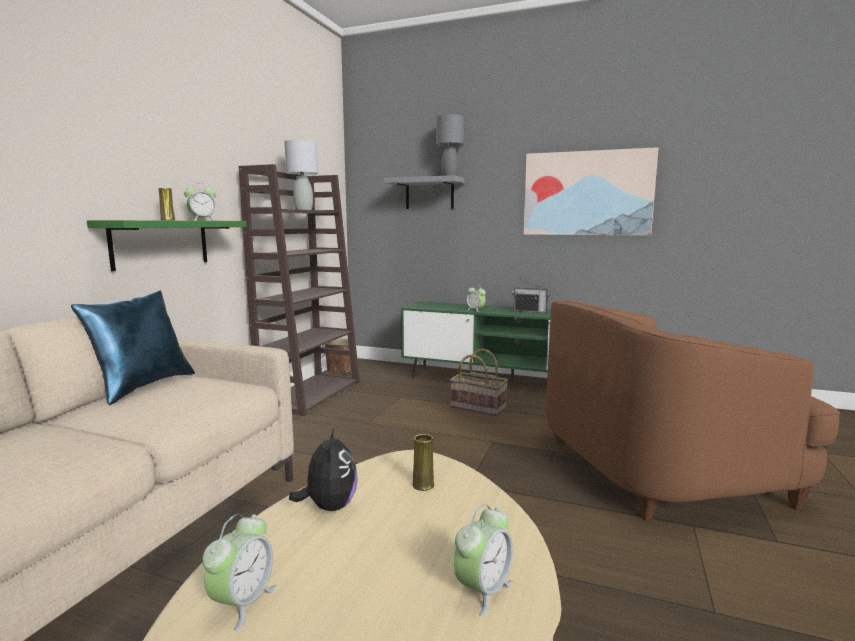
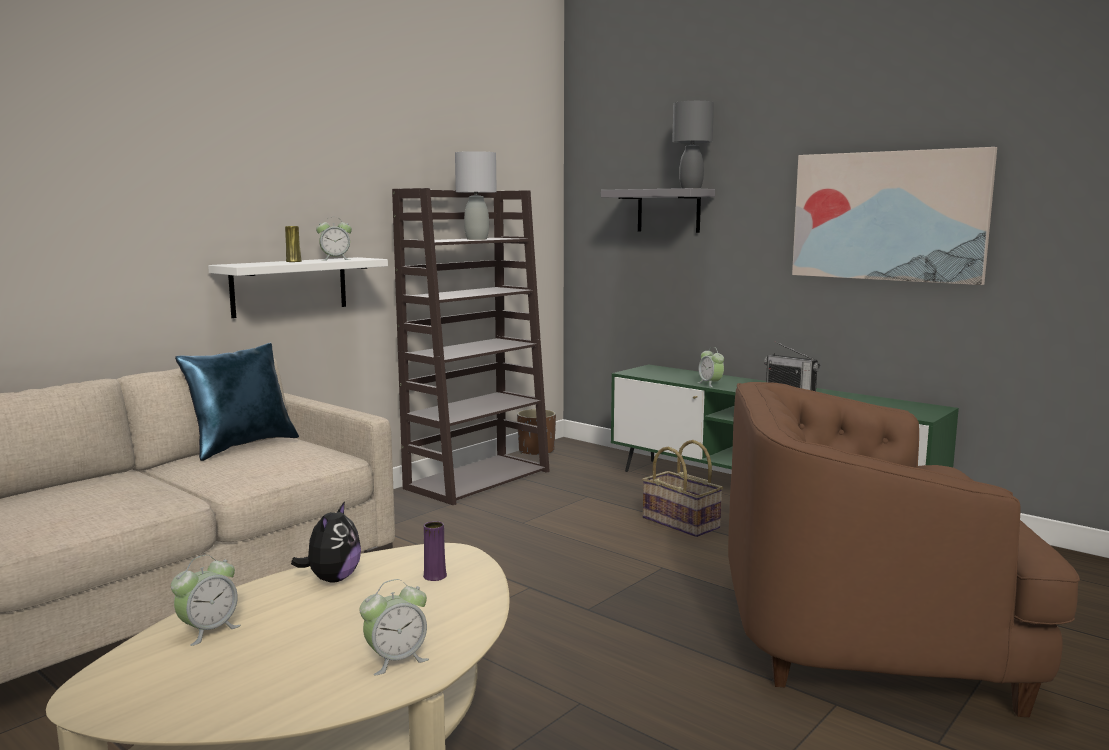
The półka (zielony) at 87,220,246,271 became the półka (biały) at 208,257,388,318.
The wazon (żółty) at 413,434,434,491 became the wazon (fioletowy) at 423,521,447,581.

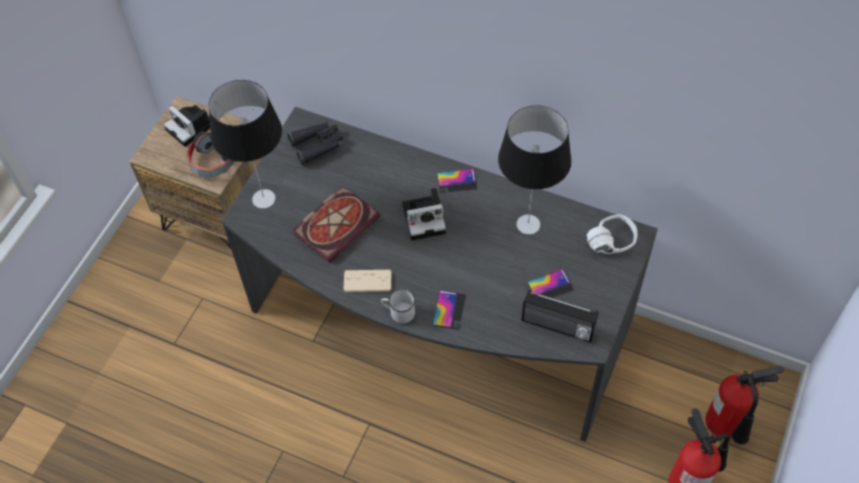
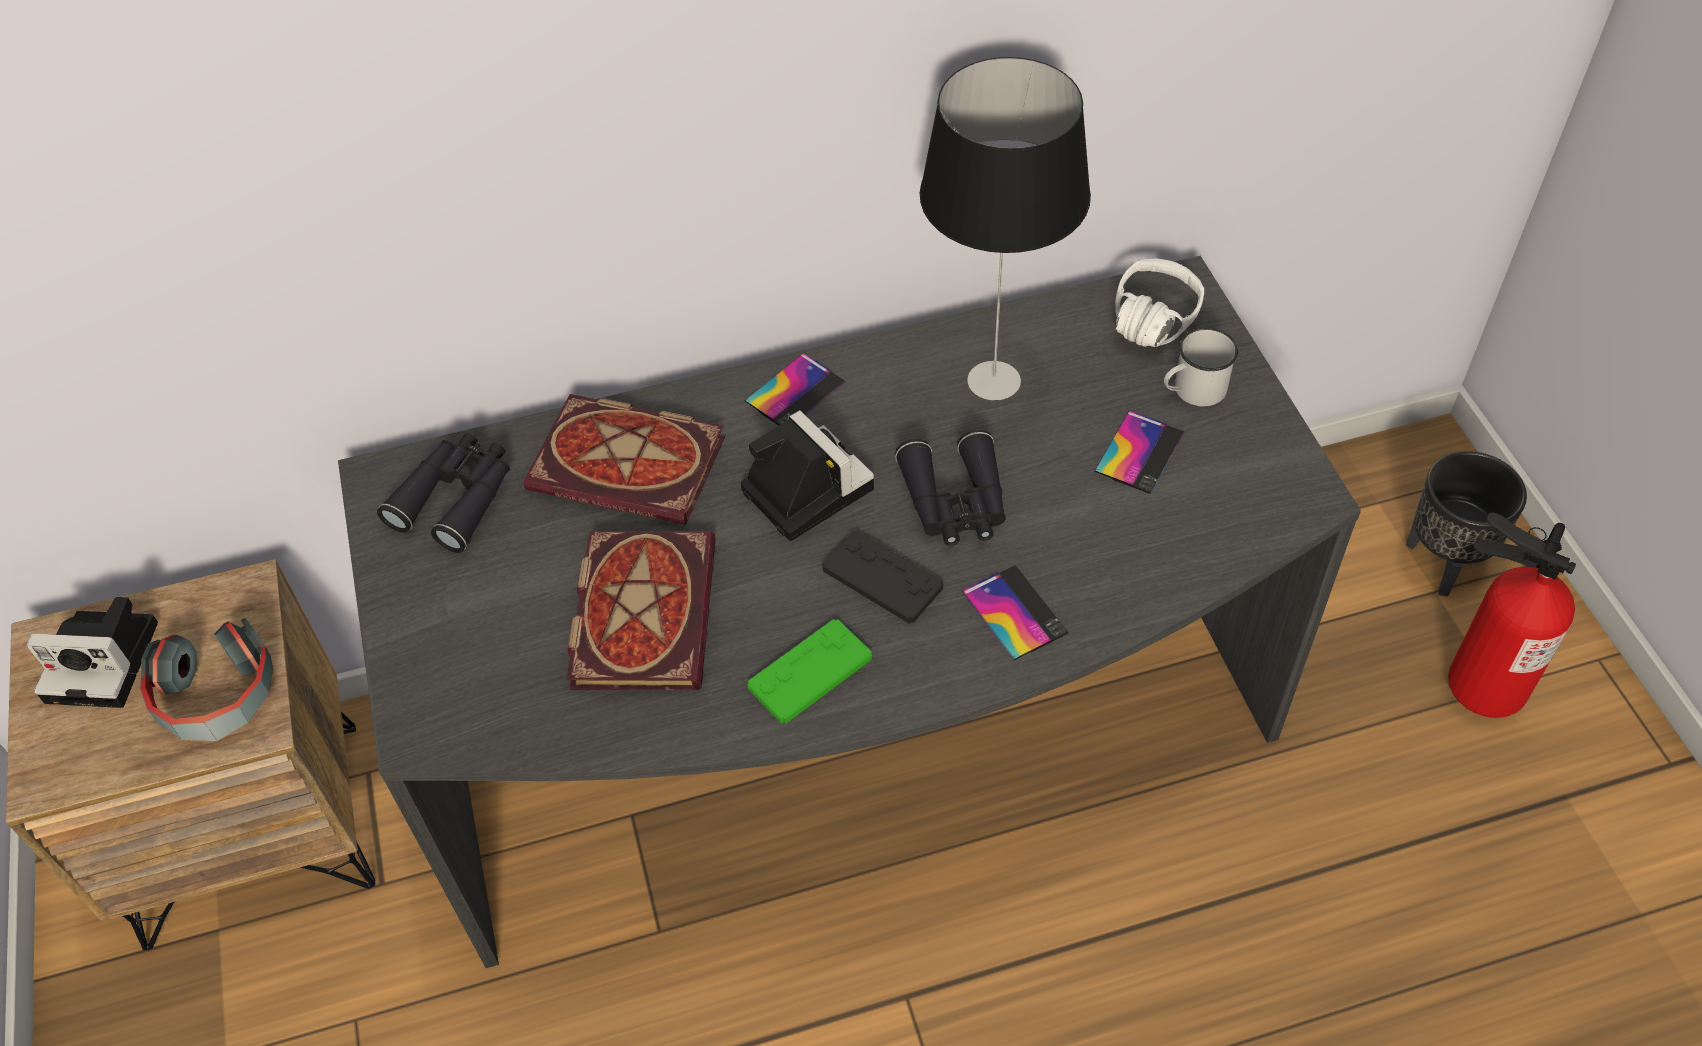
The lampa stołowa at 209,80,282,208 disappeared.
The pad do gier (beżowy) at 343,270,391,292 became the pad do gier (zielony) at 747,619,872,724.
The kubek (biały) moved from 381,289,415,324 to 1164,328,1238,407.
The aparat fotograficzny at 402,188,446,240 turned 75 degrees counterclockwise.
The radio at 522,290,599,343 disappeared.
The gaśnica at 705,366,784,445 was replaced by the donica (czarny) at 1406,451,1527,596.
The książka at 524,394,725,525 appeared.
The pad do gier (czarny) at 822,531,943,623 appeared.
The lornetka (czarny) at 895,429,1006,546 appeared.

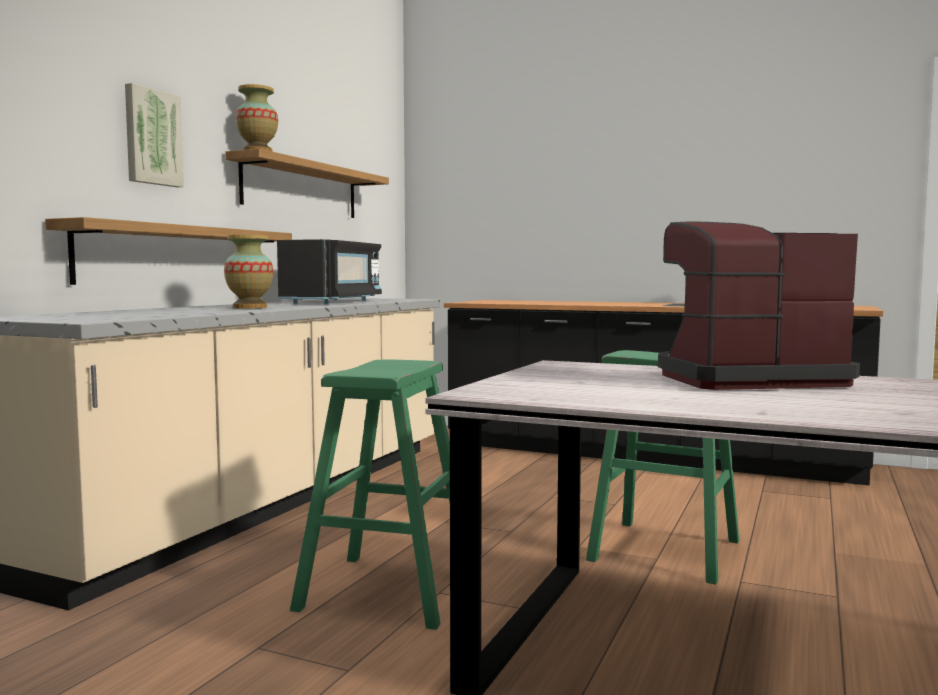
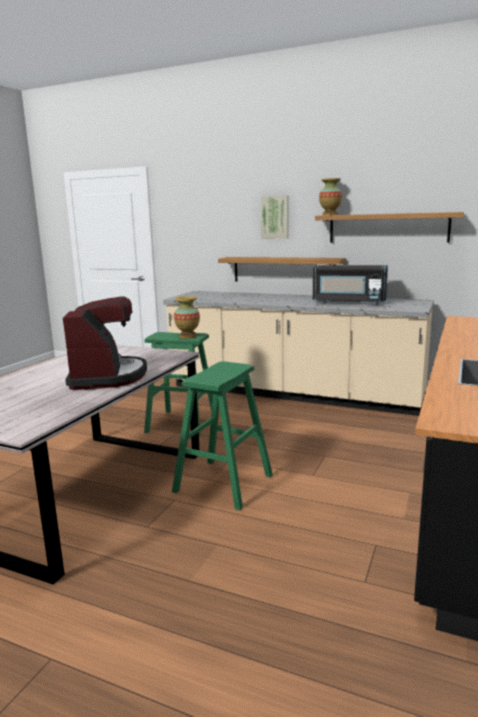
The wazon moved from 224,235,273,309 to 174,296,200,338.

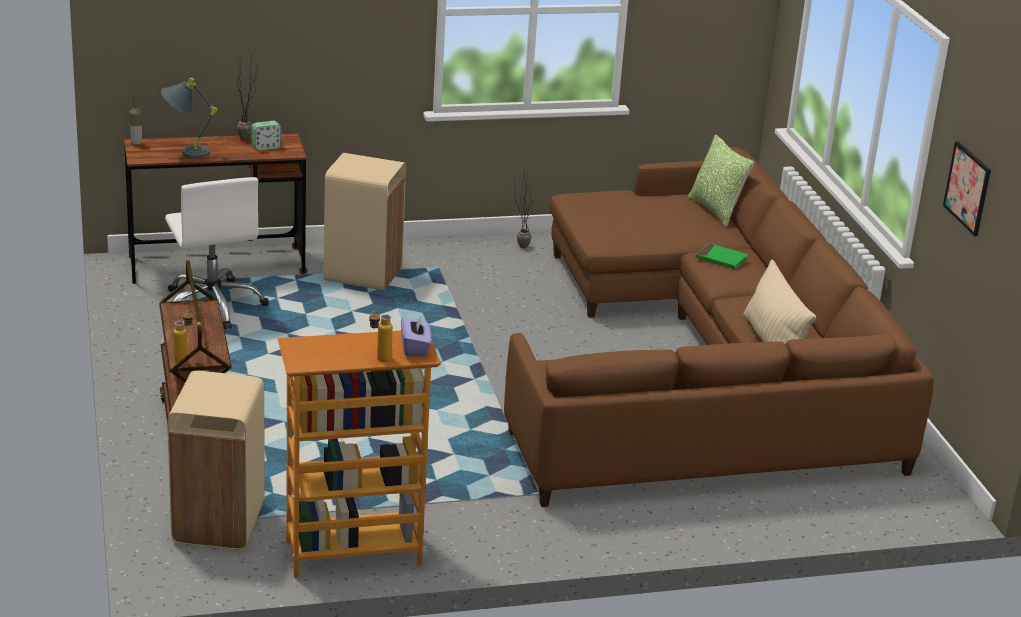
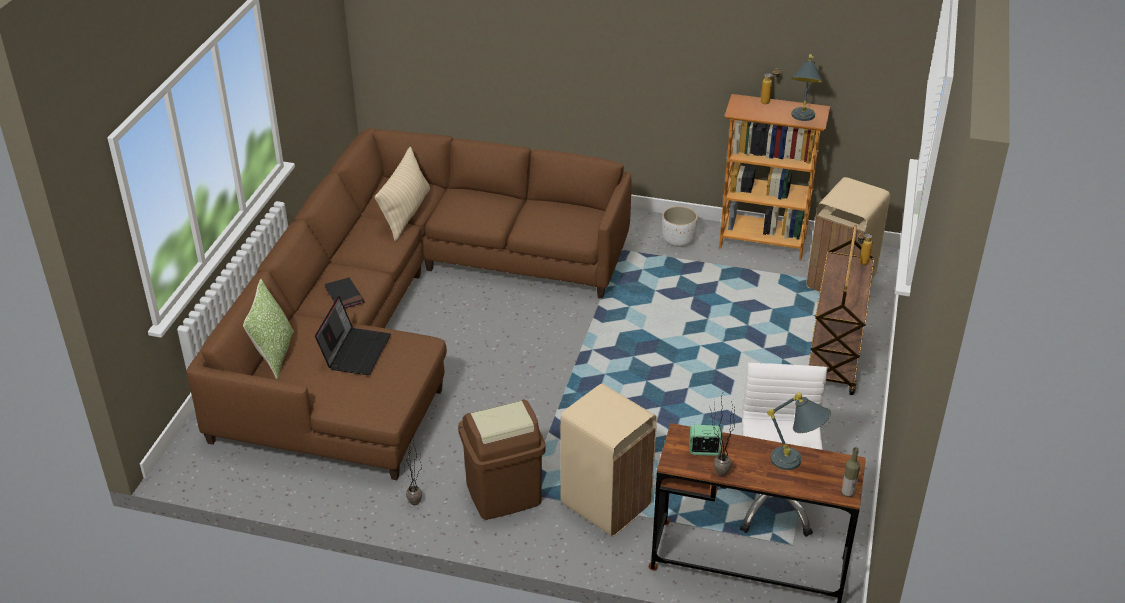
The pudełko chusteczek (fioletowy) at 401,313,431,356 disappeared.
The książka (zielony) at 695,243,748,269 became the książka (czarny) at 325,278,364,308.
The obraz at 943,141,991,236 disappeared.
The laptop at 315,296,391,375 appeared.
The kosz na śmieci (brązowy) at 458,400,546,520 appeared.
The donica (biały) at 662,206,698,247 appeared.
The lampa stołowa (szary) at 791,54,823,121 appeared.

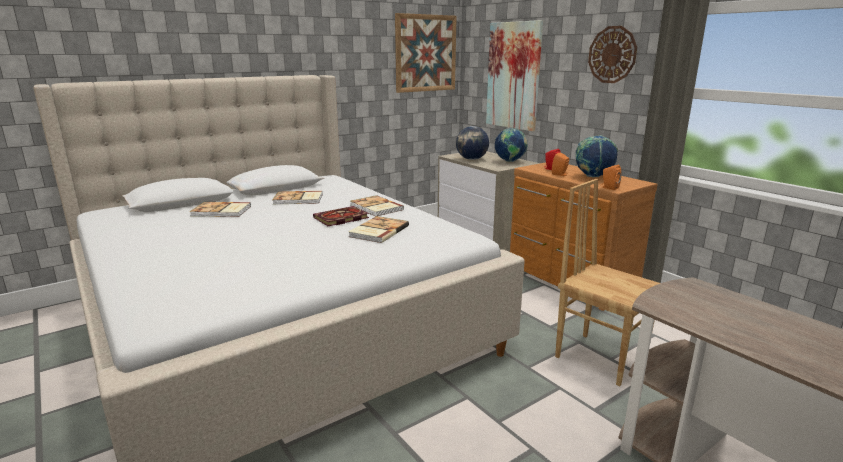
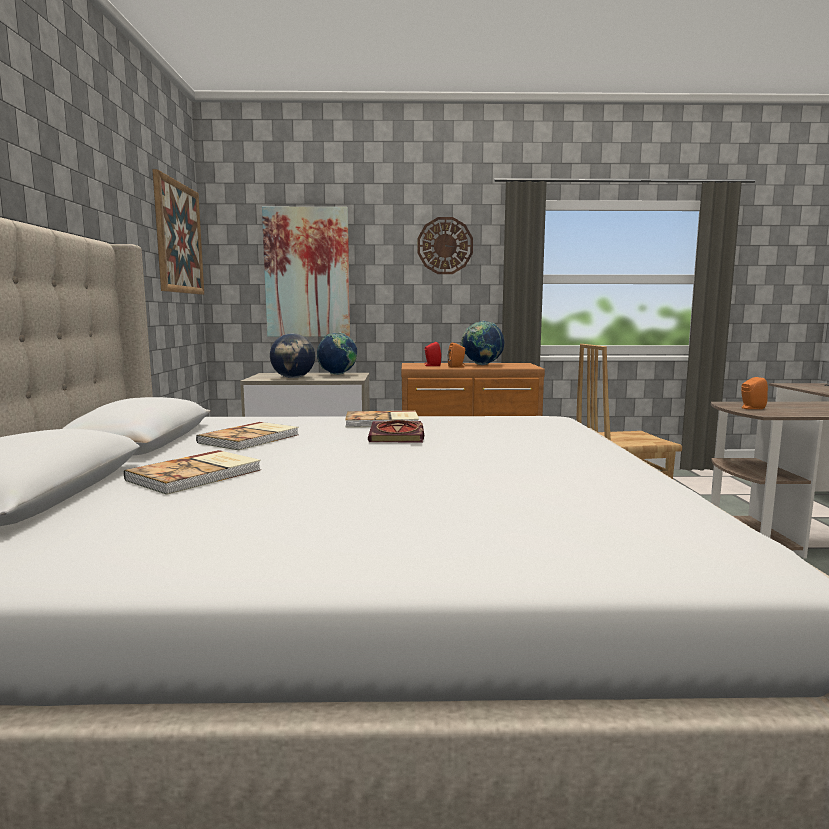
The książka at 348,216,409,243 disappeared.
The głośnik (pomarańczowy) moved from 602,165,621,190 to 741,377,768,409.

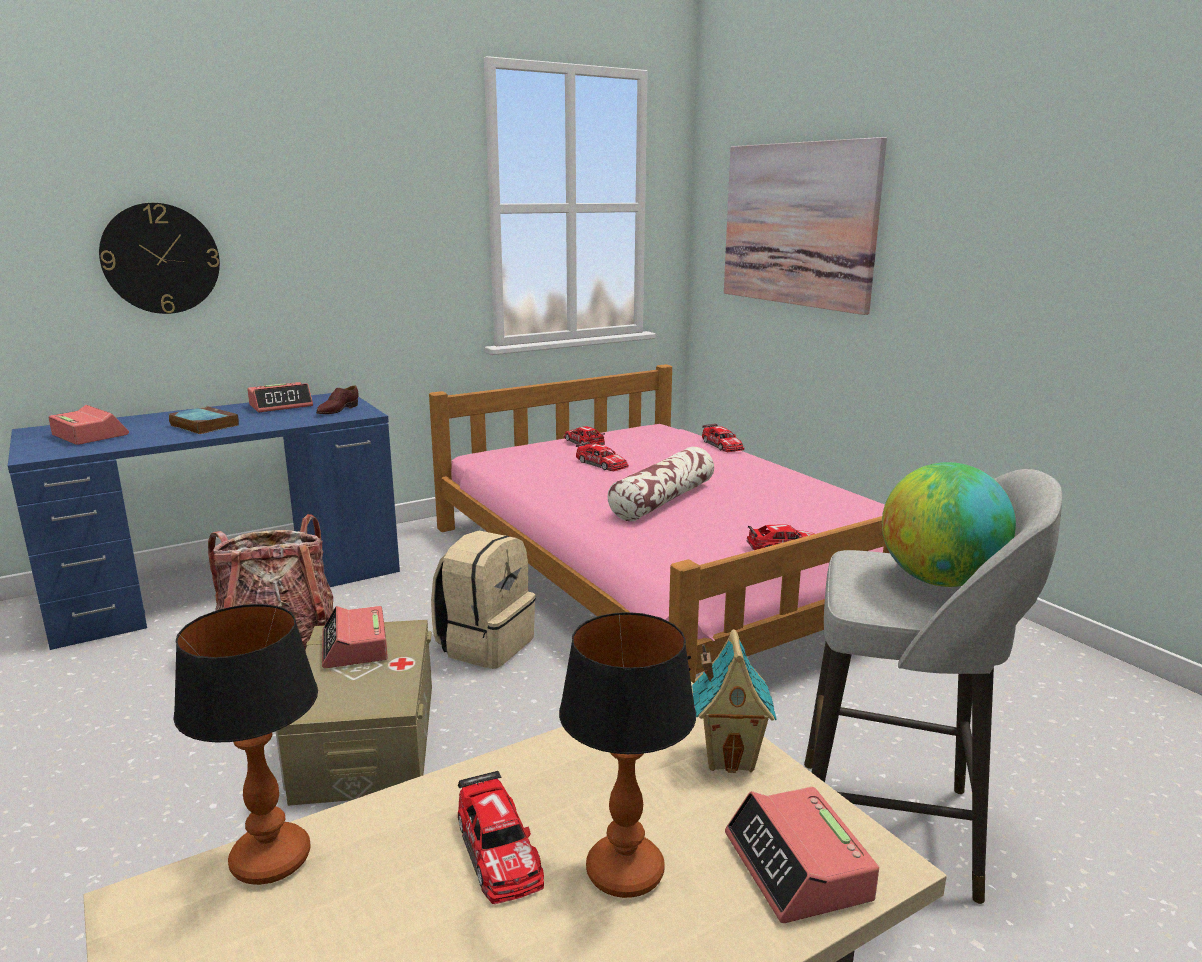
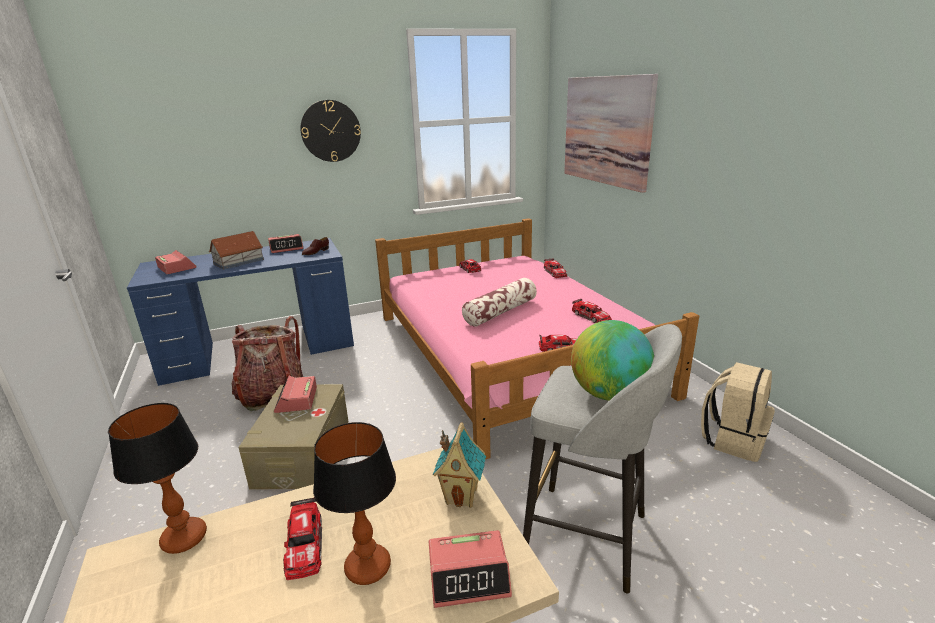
The zegar ścienny moved from 99,203,220,314 to 300,100,361,162.
The książka at 169,406,239,434 was replaced by the domek at 209,231,264,270.
The plecak (beżowy) moved from 431,531,536,669 to 701,362,775,462.
The samochodzik moved from 576,441,629,471 to 572,299,612,323.
The budzik at 725,787,879,923 turned 90 degrees counterclockwise.

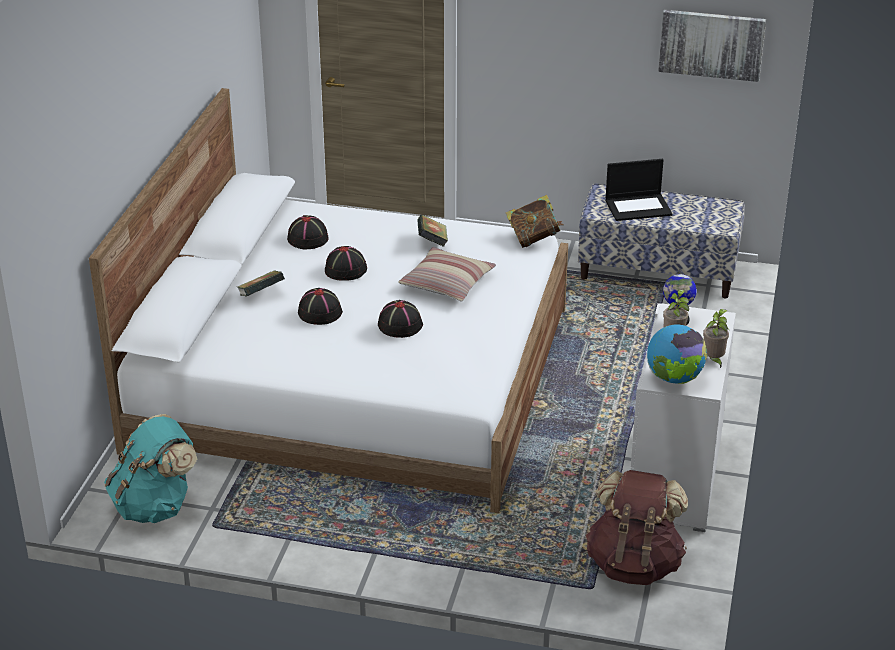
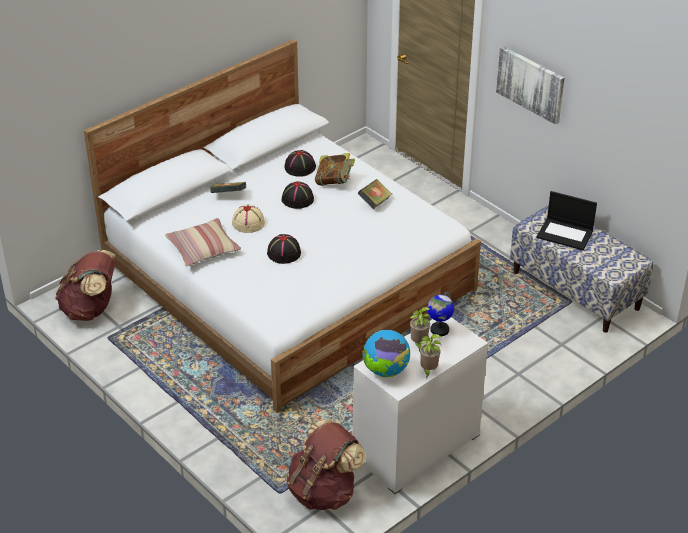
The plecak (turkusowy) at 104,414,197,523 became the plecak (brązowy) at 55,250,116,321.
The kapelusz (czarny) at 298,288,343,325 became the kapelusz (beżowy) at 232,205,265,233.
The poduszka moved from 398,247,496,302 to 165,218,241,267.
The książka moved from 506,195,563,248 to 315,153,355,186.
The obraz moved from 658,10,766,82 to 496,46,565,125.

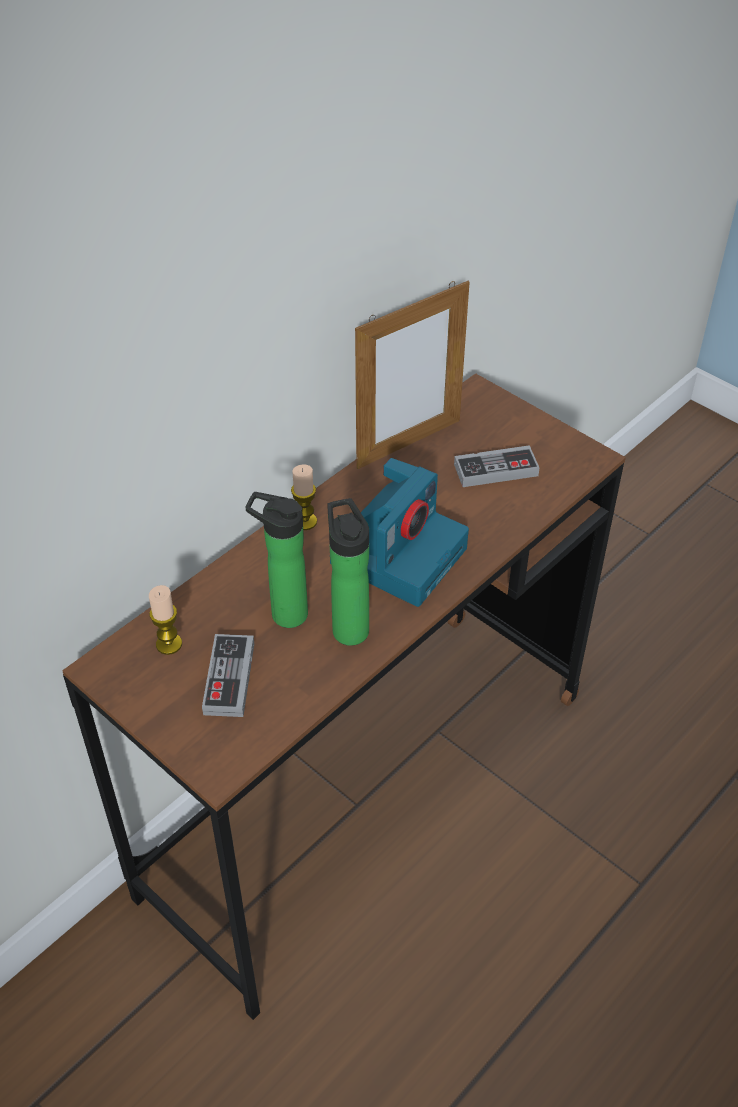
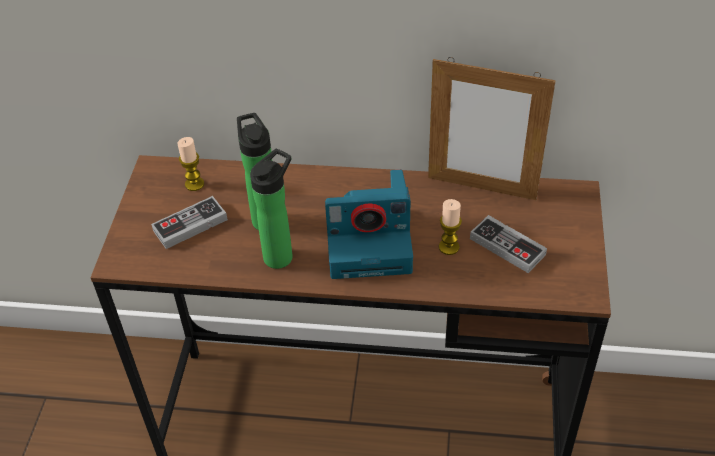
The świeca moved from 291,464,317,530 to 439,199,462,255.

